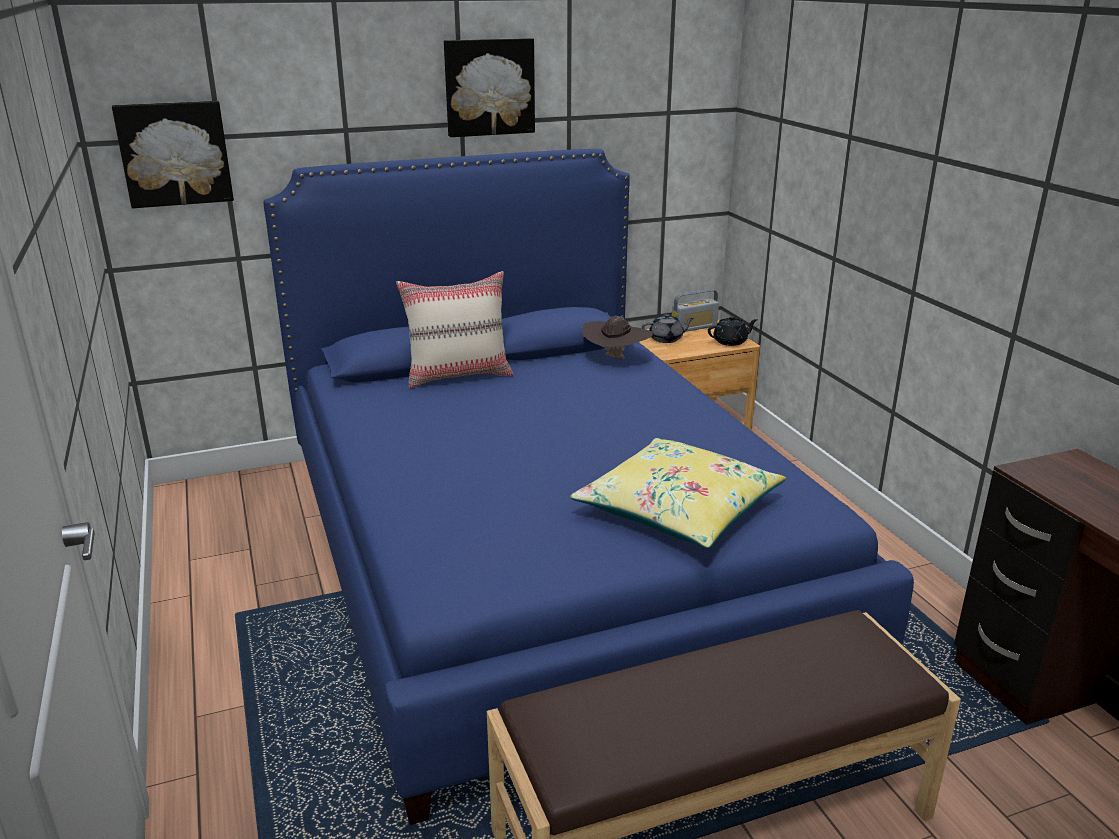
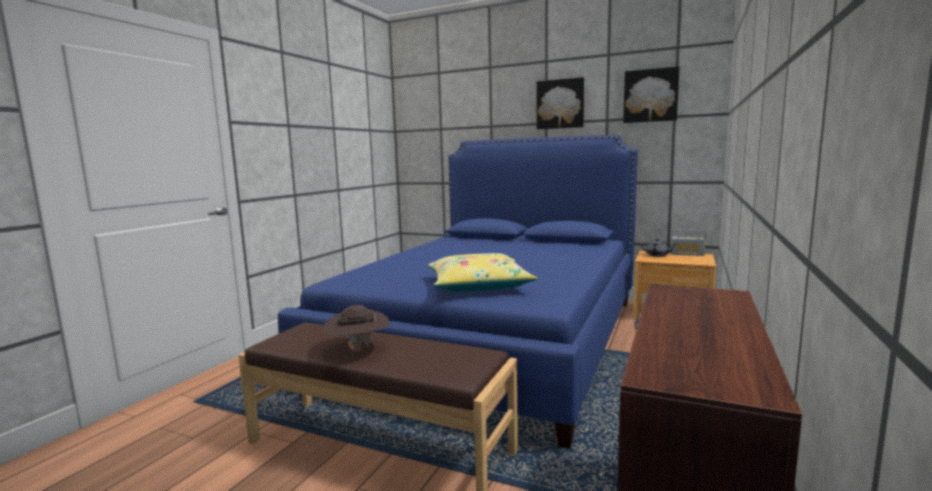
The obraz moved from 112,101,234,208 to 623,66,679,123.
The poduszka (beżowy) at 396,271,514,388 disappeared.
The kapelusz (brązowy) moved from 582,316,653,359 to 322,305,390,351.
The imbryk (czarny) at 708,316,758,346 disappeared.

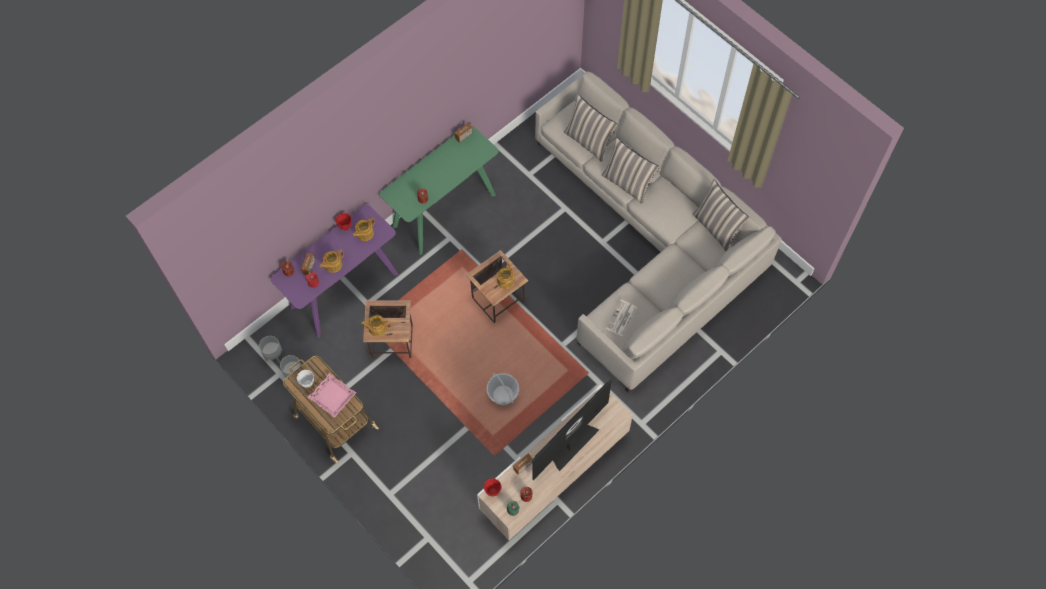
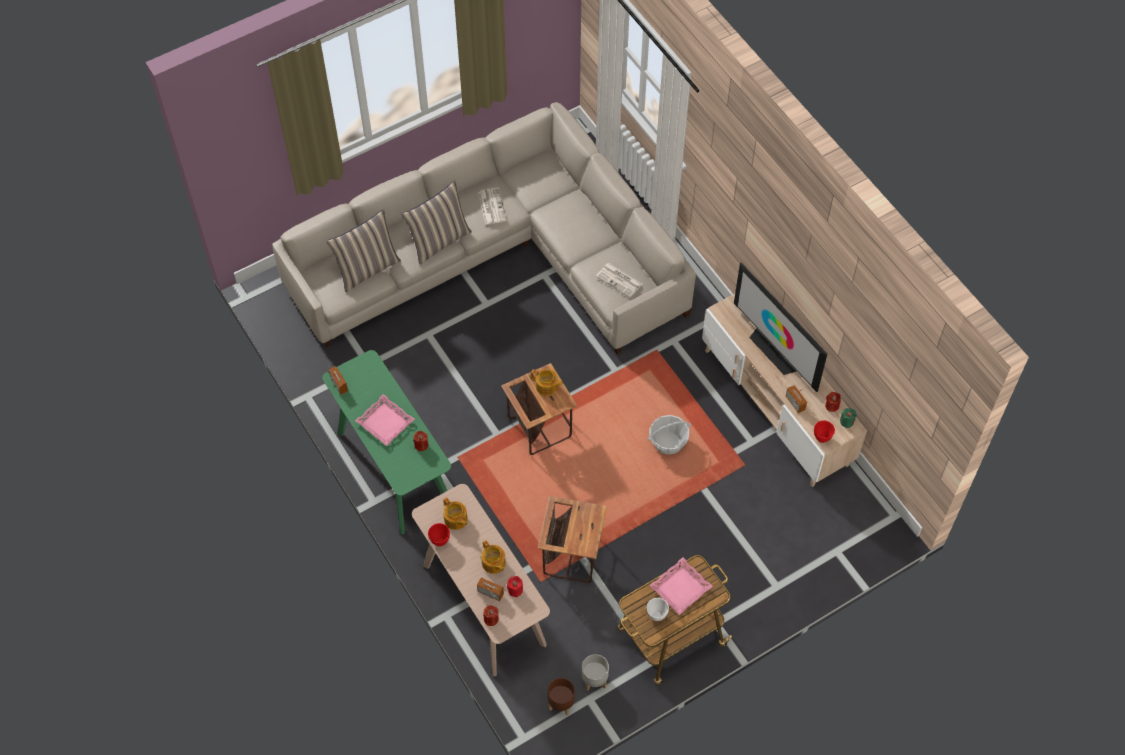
The donica (szary) at 259,336,283,363 became the donica (brązowy) at 547,678,575,716.
The stolik konsolowy (fioletowy) at 271,205,398,338 became the stolik konsolowy (beżowy) at 412,484,550,676.
The imbryk at 361,315,390,337 disappeared.
The poduszka at 693,179,750,251 disappeared.
The taca (różowy) at 355,394,415,446 appeared.
The gazeta at 478,188,507,225 appeared.

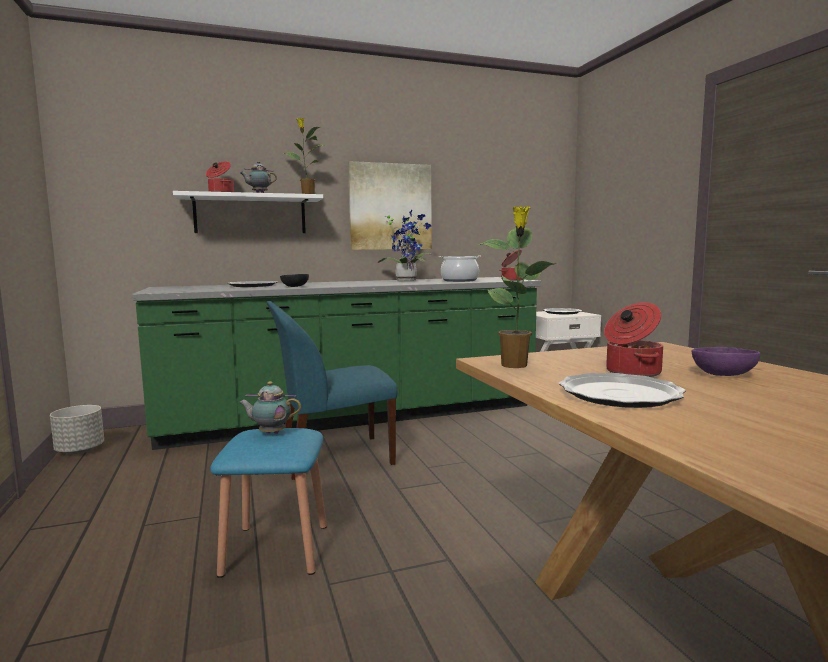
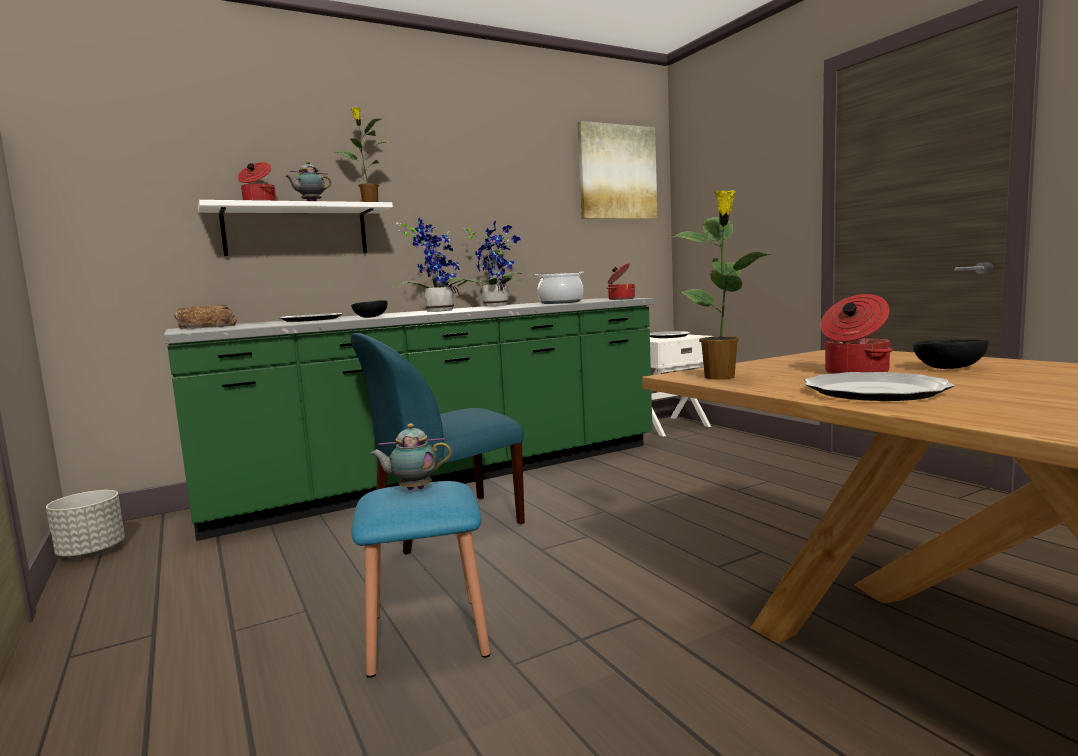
The obraz moved from 348,161,432,250 to 577,121,658,219.
The miska (fioletowy) at 692,347,760,376 became the miska (czarny) at 913,339,989,369.
The chleb at 174,305,237,329 appeared.
The roślina doniczkowa at 392,217,476,312 appeared.

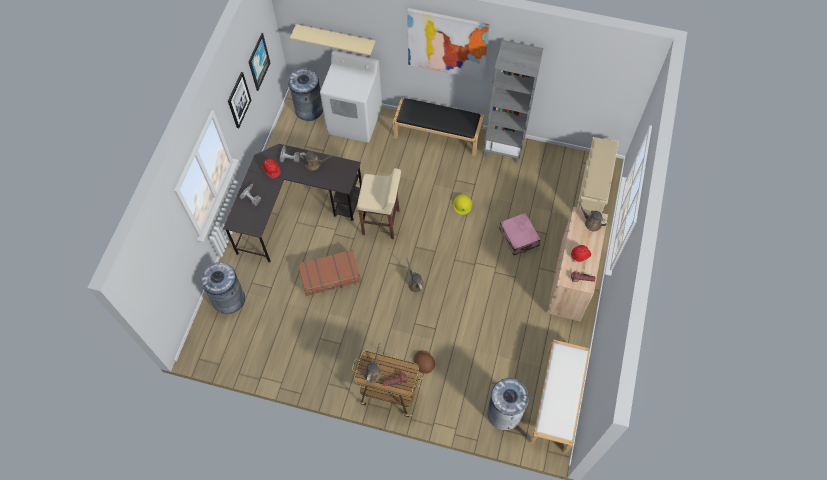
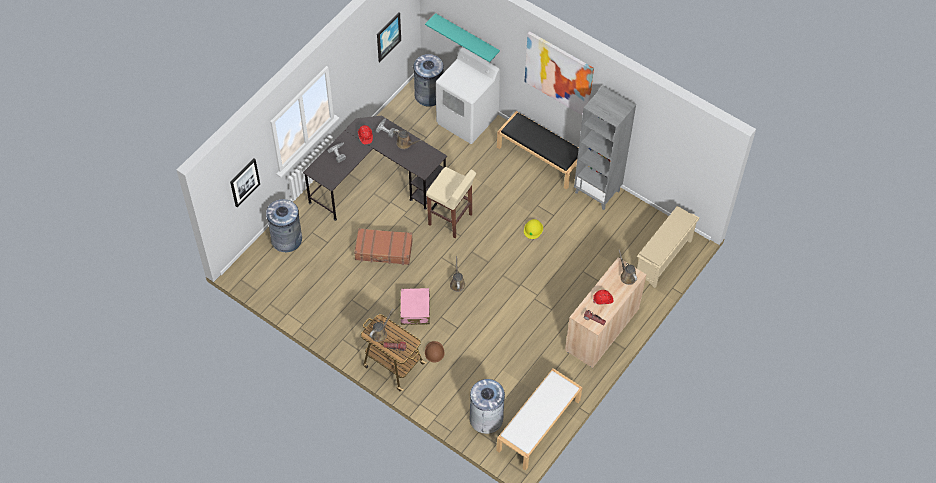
The obraz moved from 228,72,251,128 to 230,159,260,207.
The półka (beżowy) at 290,24,376,55 became the półka (turkusowy) at 425,13,500,62.
The walizka (różowy) moved from 499,213,541,255 to 400,288,430,325.

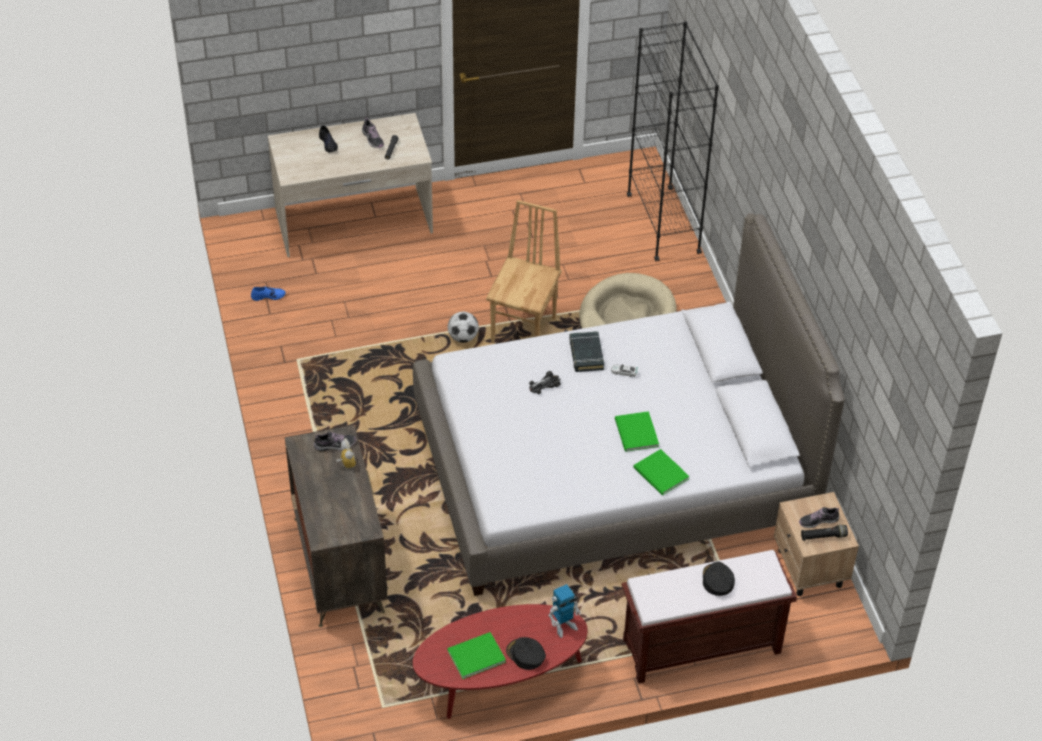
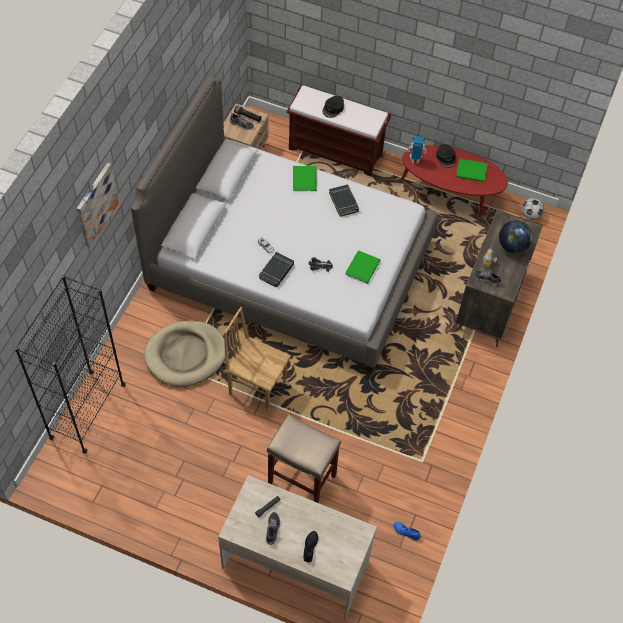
The piłka futbolowa moved from 448,312,479,343 to 522,198,544,220.
The krzesło (brązowy) at 486,200,562,343 turned 60 degrees clockwise.
The książka (zielony) moved from 615,411,659,452 to 345,250,380,284.
The obraz at 77,163,119,247 appeared.
The stołek (beżowy) at 267,414,341,503 appeared.
The książka (czarny) at 329,185,359,217 appeared.
The globus at 499,220,533,253 appeared.

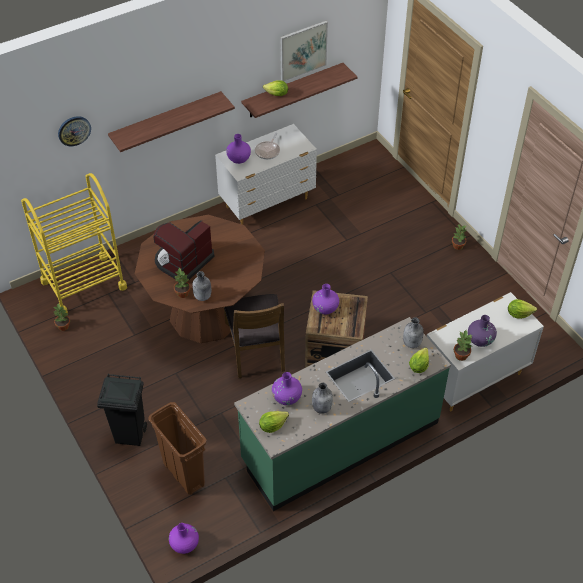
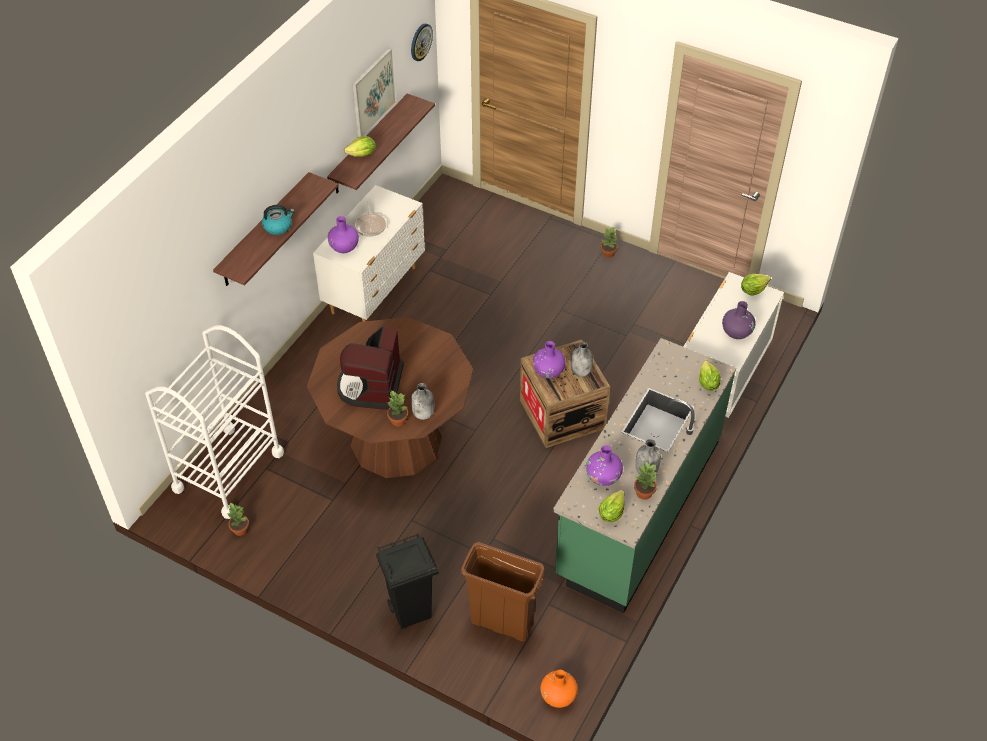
The wózek (żółty) at 21,173,127,313 became the wózek (biały) at 145,325,284,519.
The zegar ścienny moved from 58,116,91,146 to 411,24,433,61.
The wazon (fioletowy) at 169,523,199,554 became the wazon (pomarańczowy) at 541,670,578,708.
The krzesło (brązowy) at 224,294,285,378 disappeared.
The butelka (szary) moved from 403,318,424,348 to 571,342,593,377.
The roślina doniczkowa moved from 454,330,473,361 to 634,461,657,500.
The czajnik at 262,205,295,235 appeared.

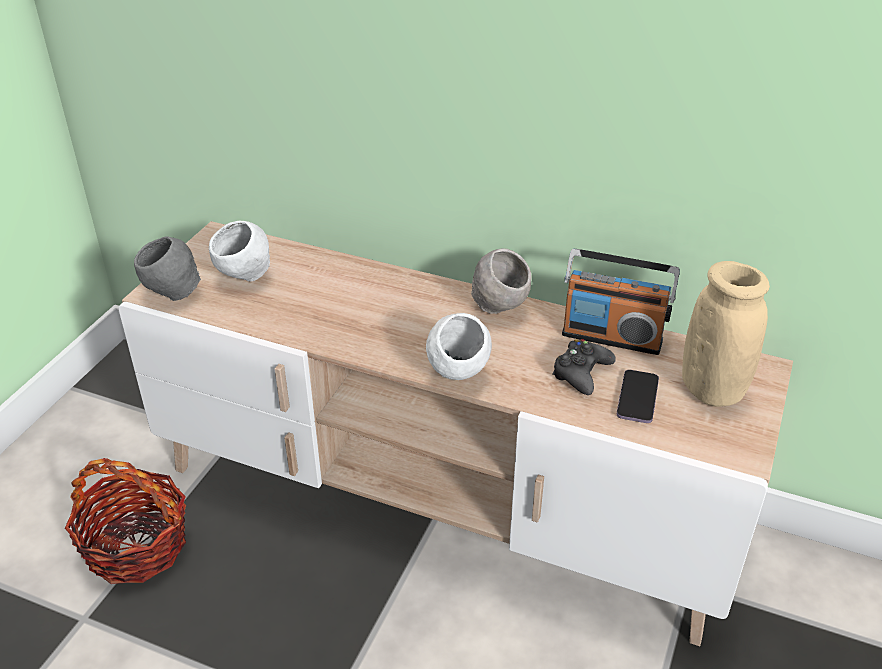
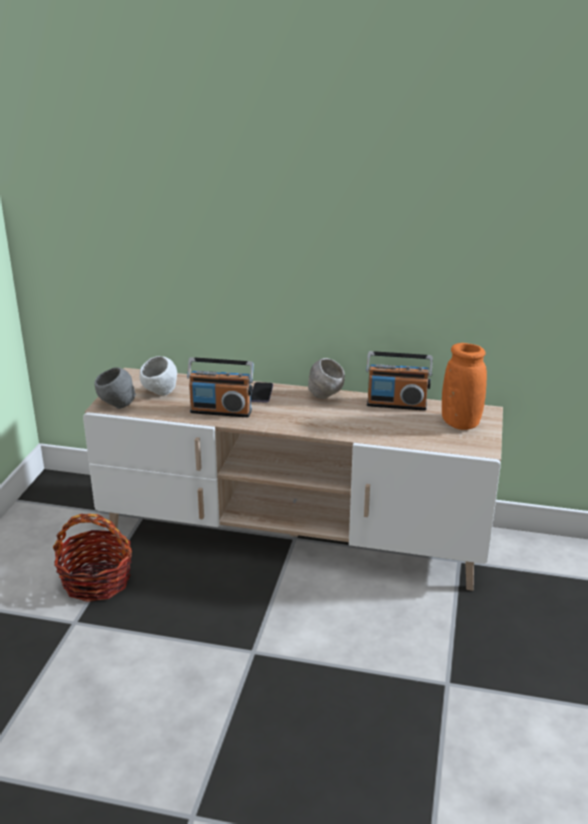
The miska (biały) at 426,313,492,380 disappeared.
The pad do gier (czarny) at 552,339,616,395 disappeared.
The telefon moved from 617,370,659,423 to 251,382,273,403.
The wazon (beżowy) at 682,261,770,407 became the wazon (pomarańczowy) at 442,343,487,430.
The radio at 187,357,254,417 appeared.

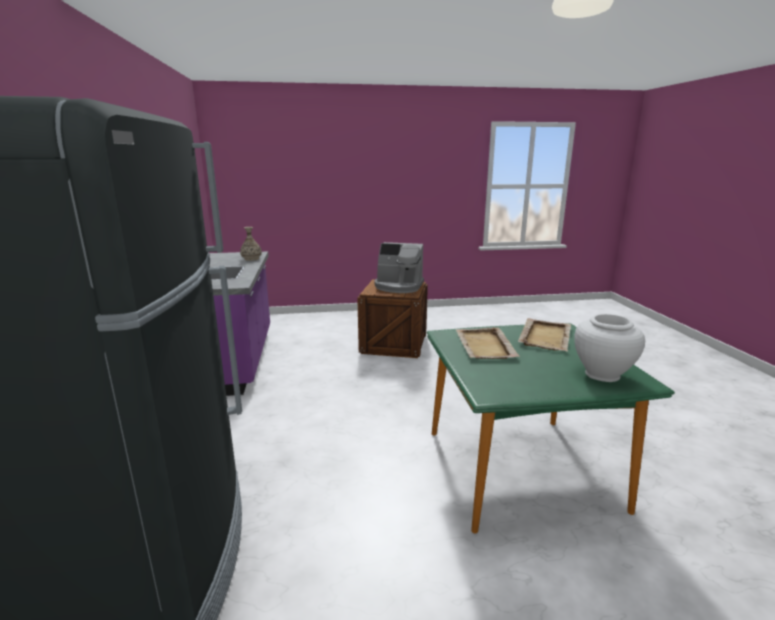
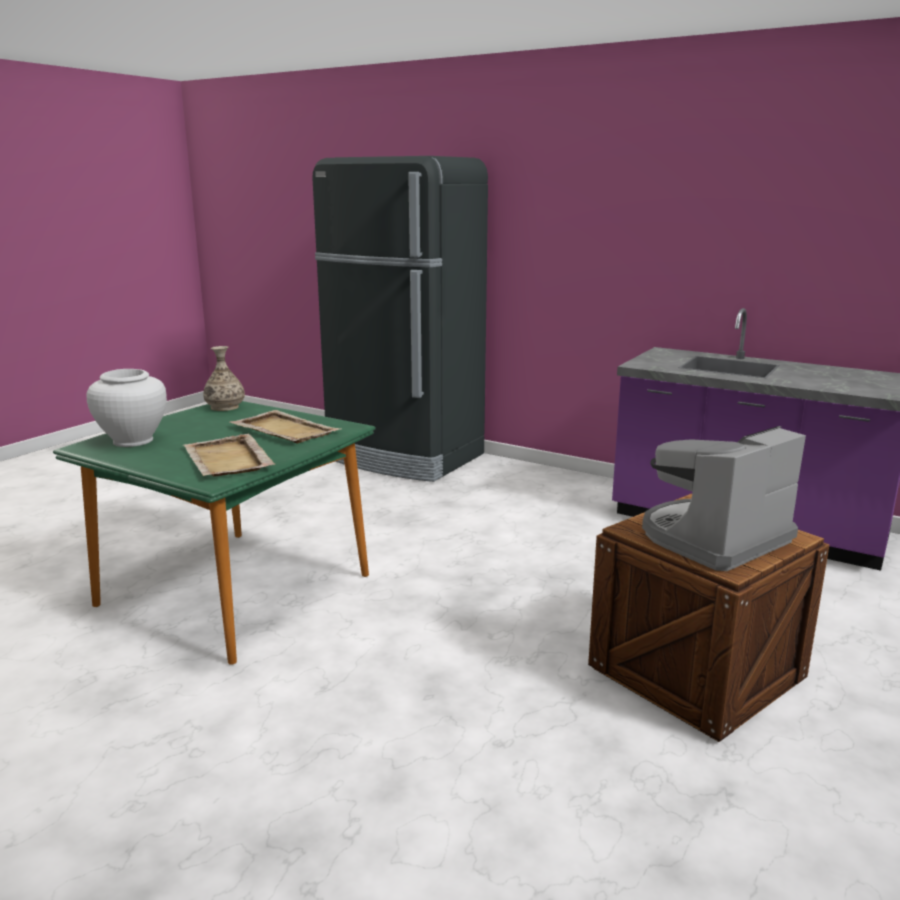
The wazon moved from 240,227,262,261 to 203,346,245,411.

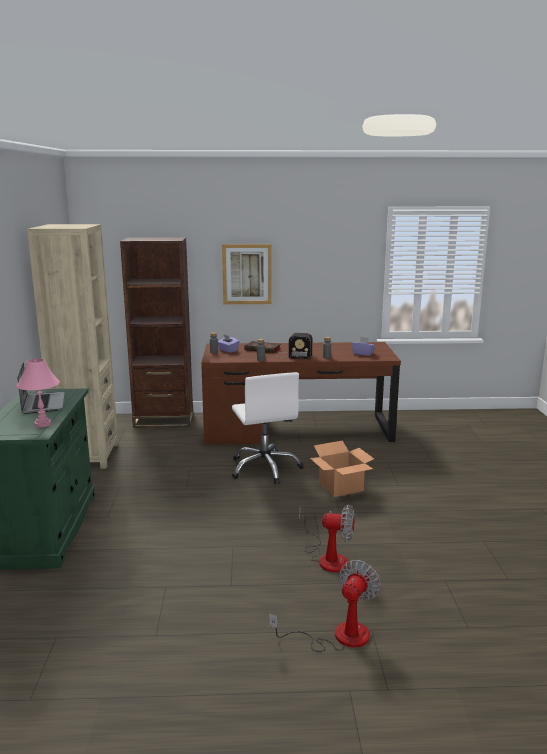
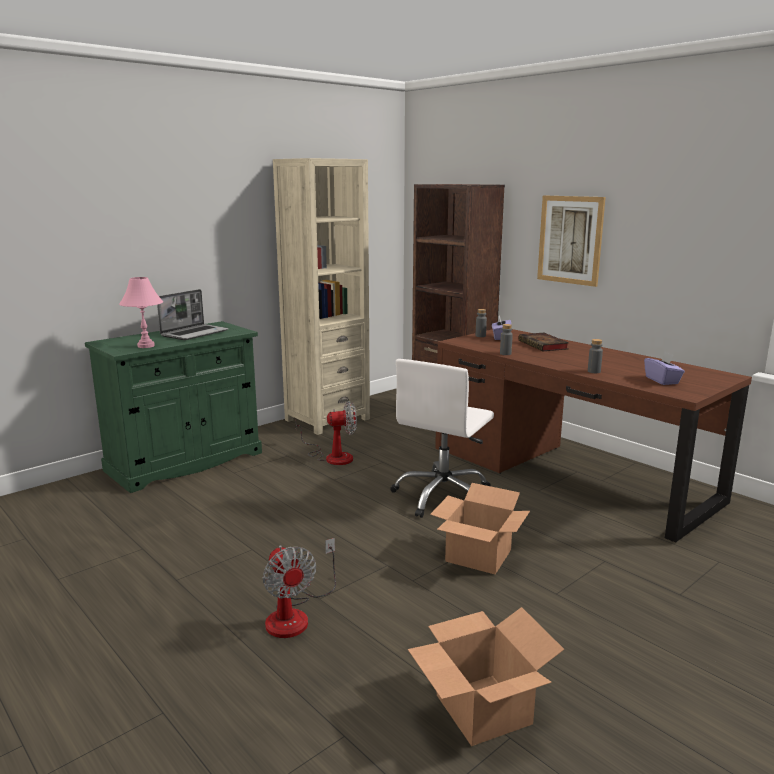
The wentylator moved from 269,560,381,652 to 295,401,357,465.
The radio at 276,333,312,359 disappeared.
The karton at 408,607,565,746 appeared.

